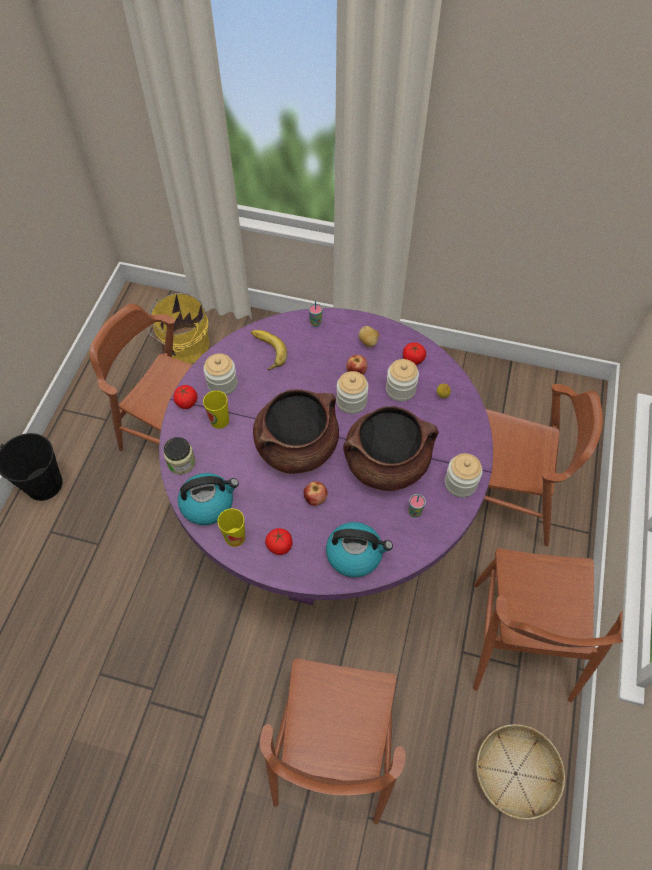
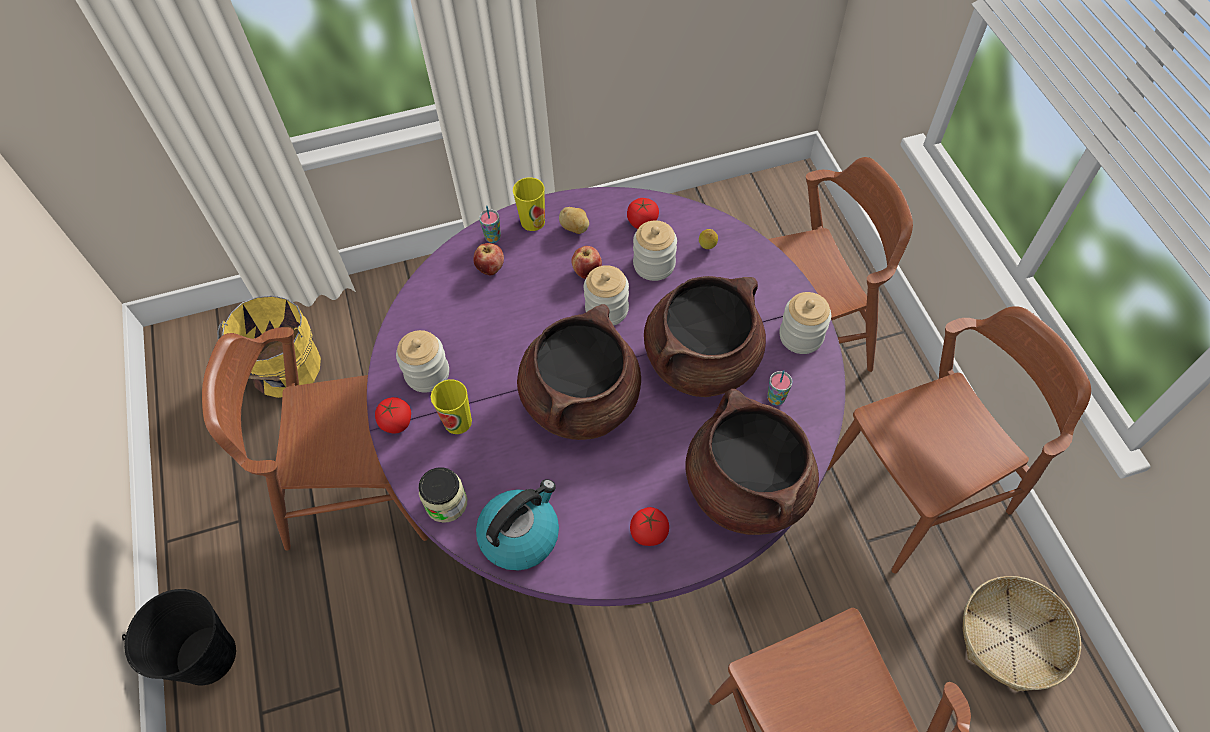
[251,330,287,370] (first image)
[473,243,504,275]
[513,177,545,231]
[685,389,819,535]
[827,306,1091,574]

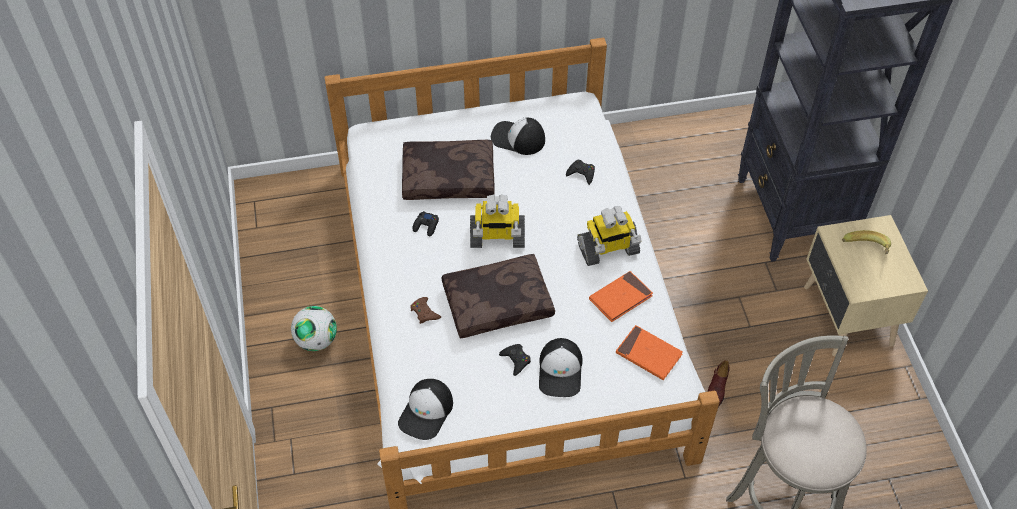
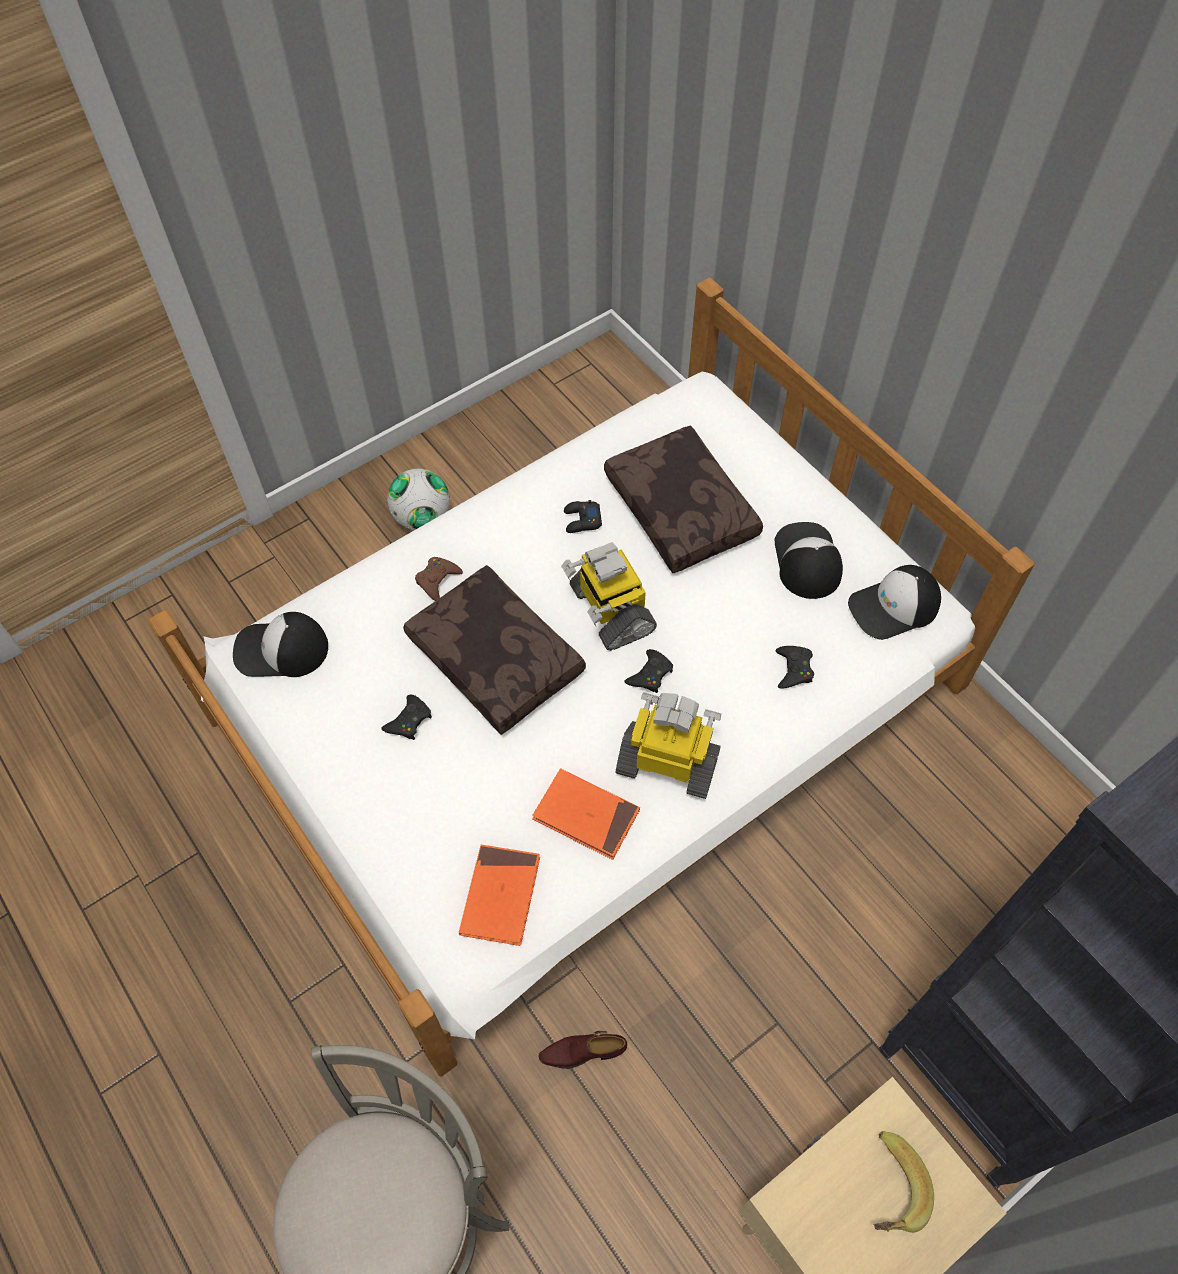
[616,692,722,799]
[848,565,941,640]
[624,649,673,693]

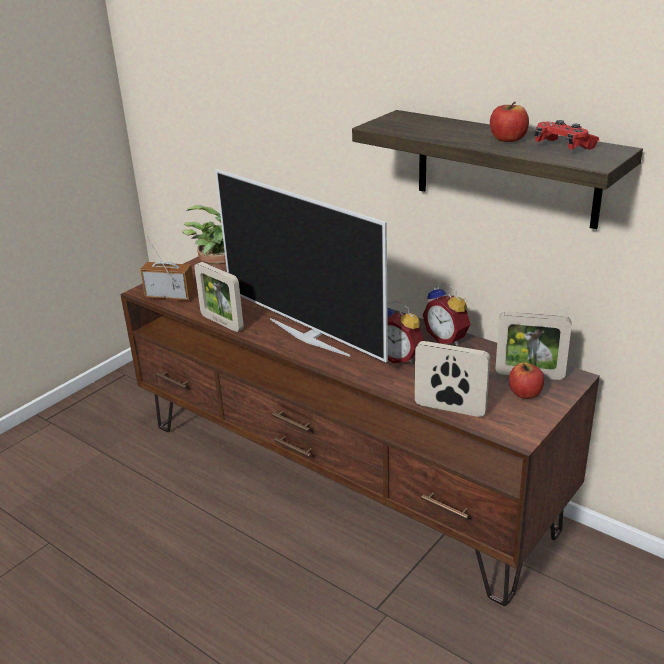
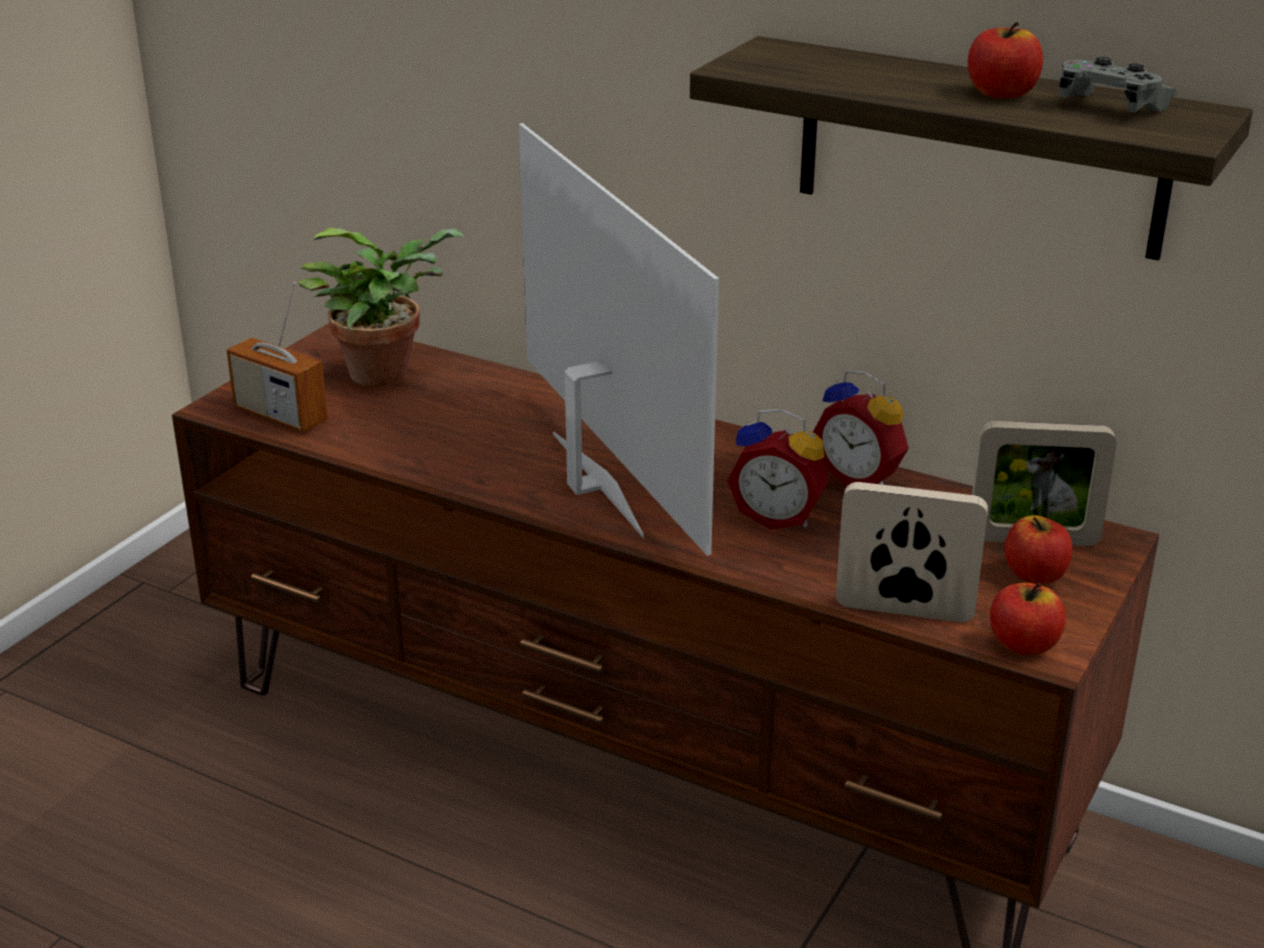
[1059,57,1177,112]
[519,123,719,556]
[227,282,328,433]
[194,262,244,332] (first image)
[990,583,1066,655]

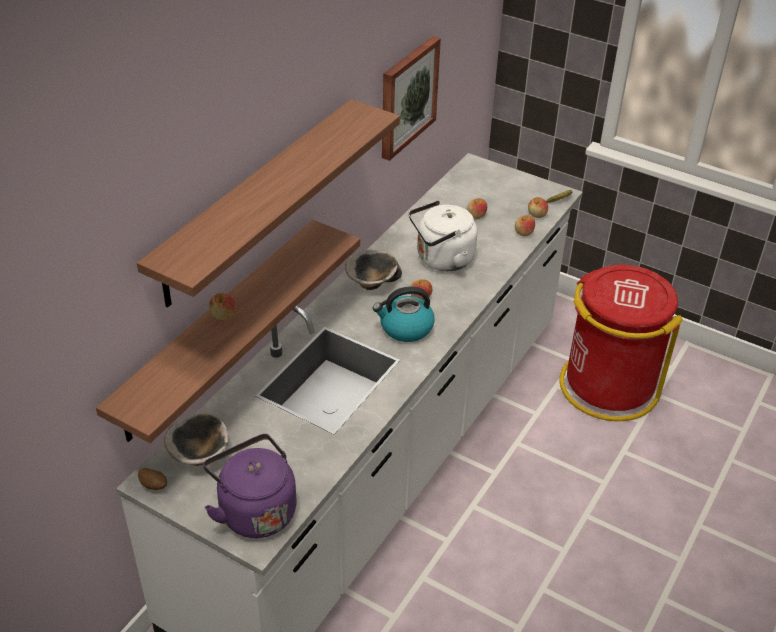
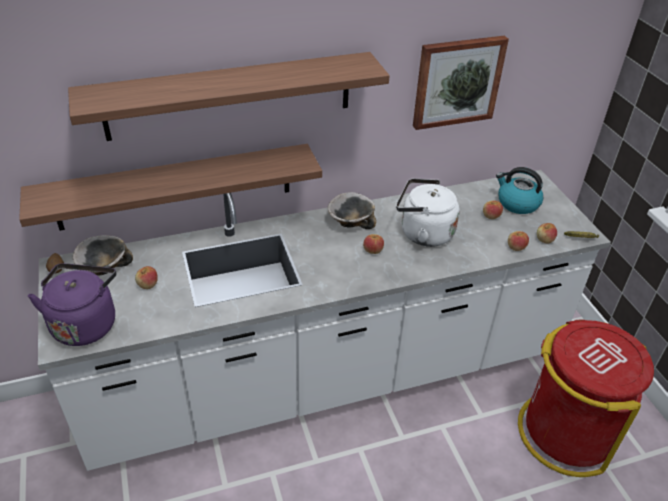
[496,167,543,214]
[135,266,158,289]

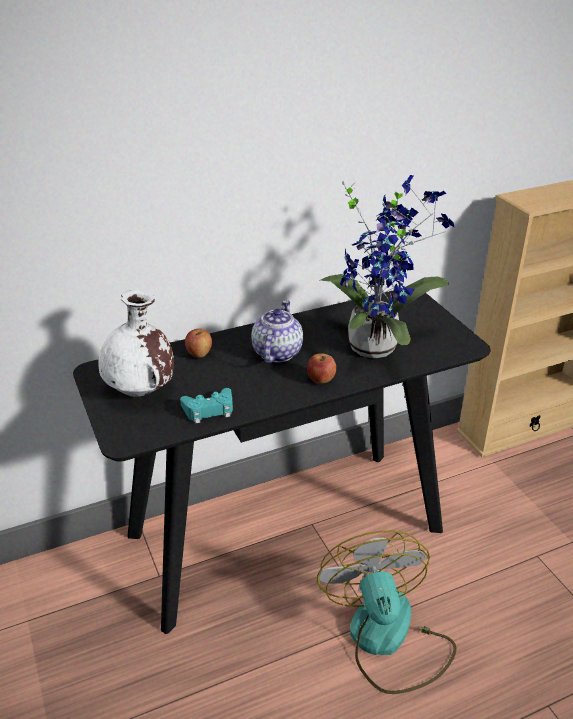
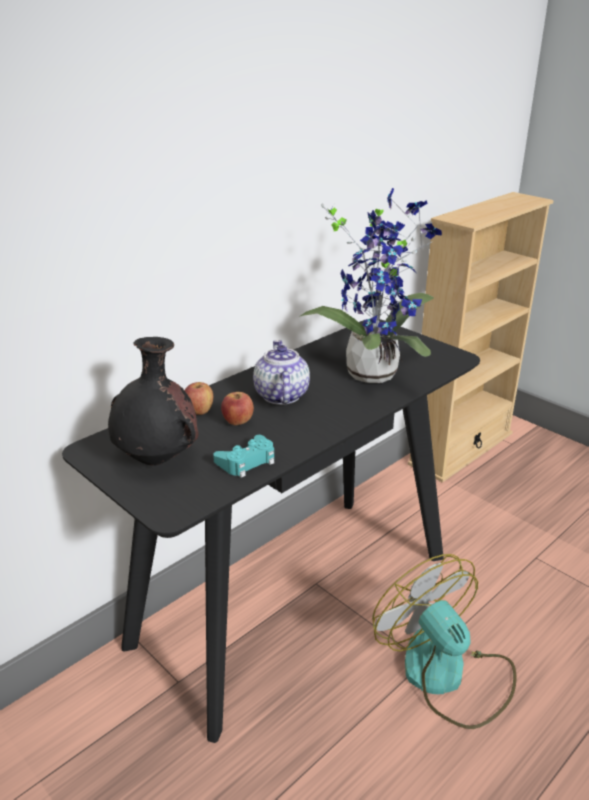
[108,337,199,466]
[221,392,254,425]

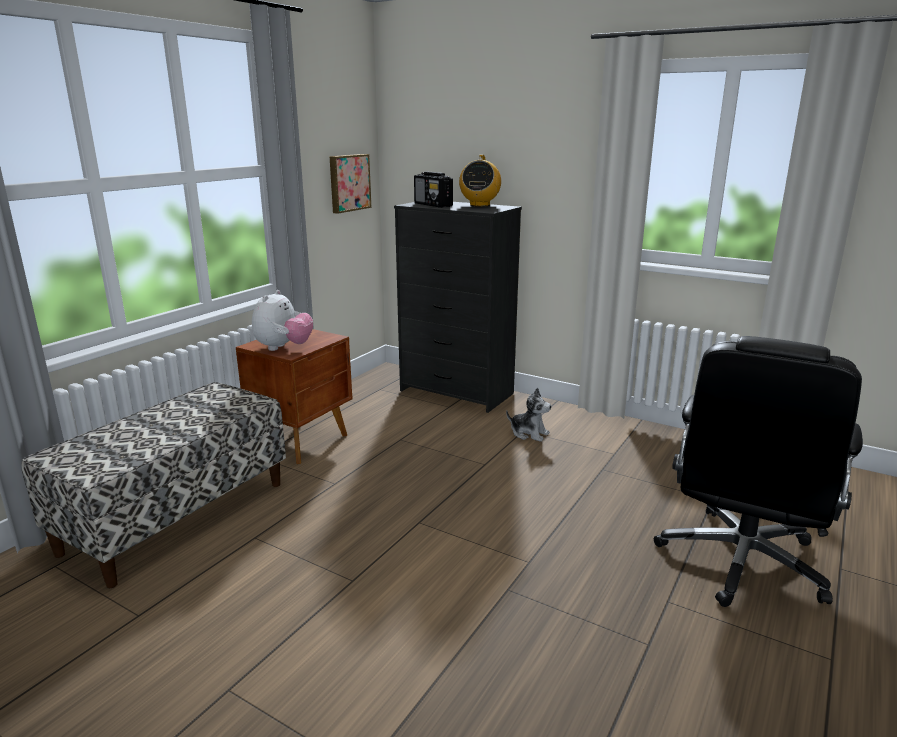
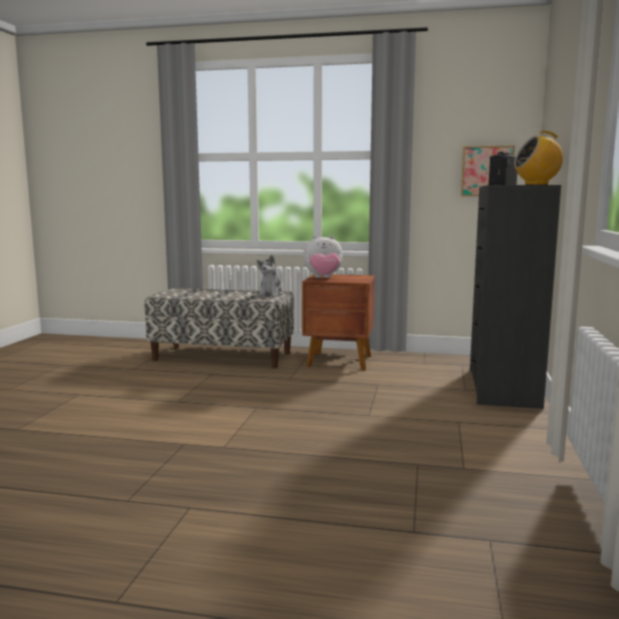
[654,336,863,607] (first image)
[257,255,284,297]

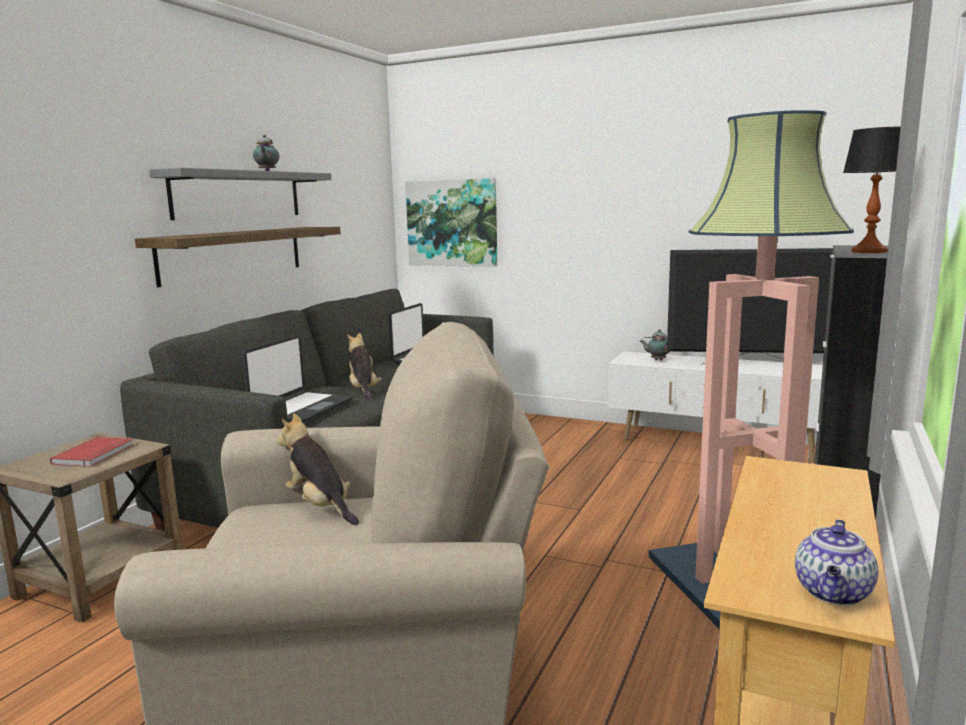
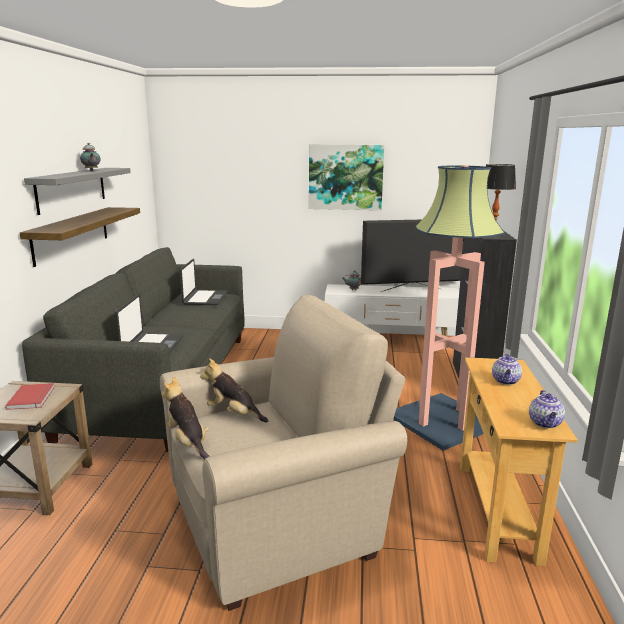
[309,144,384,210]
[162,377,210,459]
[492,354,522,385]

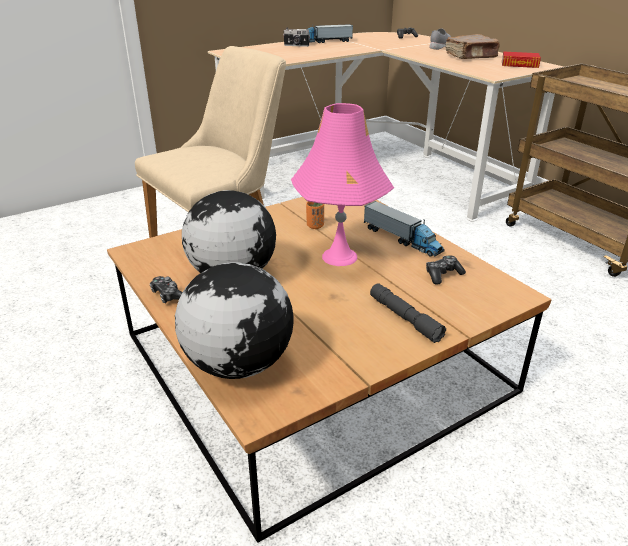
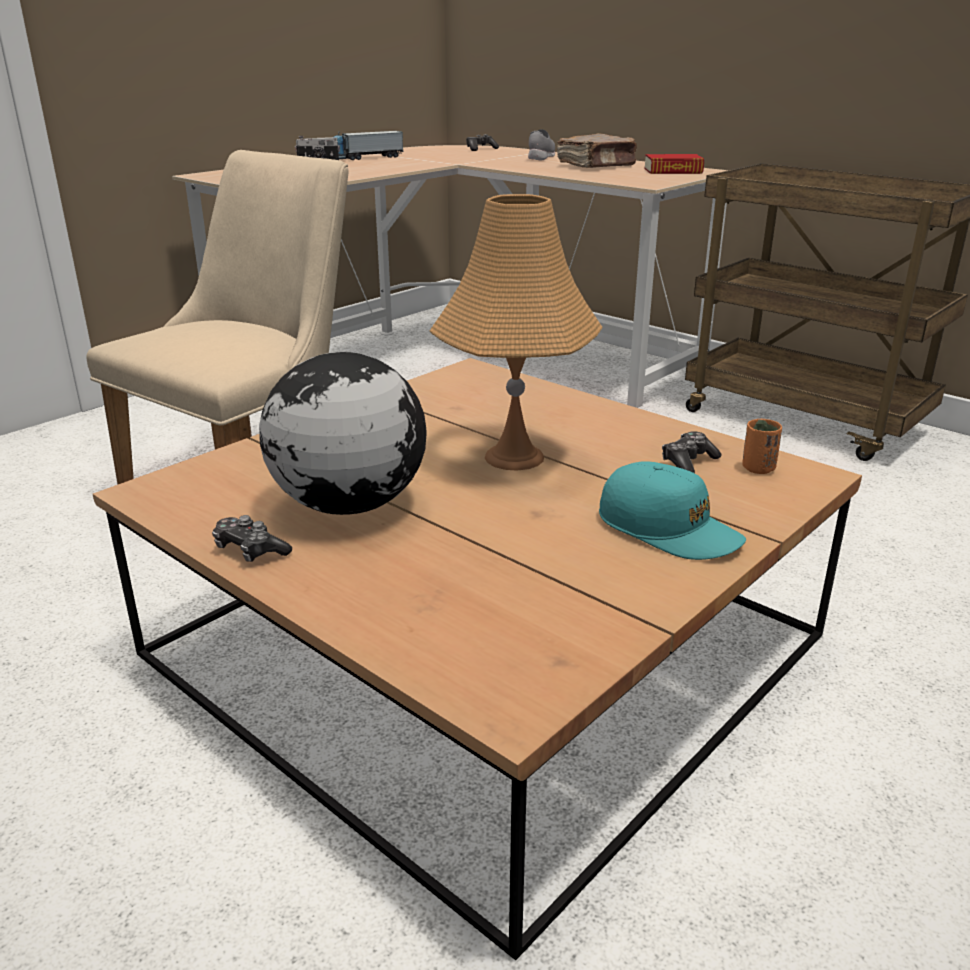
[430,194,603,471]
[364,201,445,257] (first image)
[742,419,782,474]
[175,262,293,379] (first image)
[599,461,746,560]

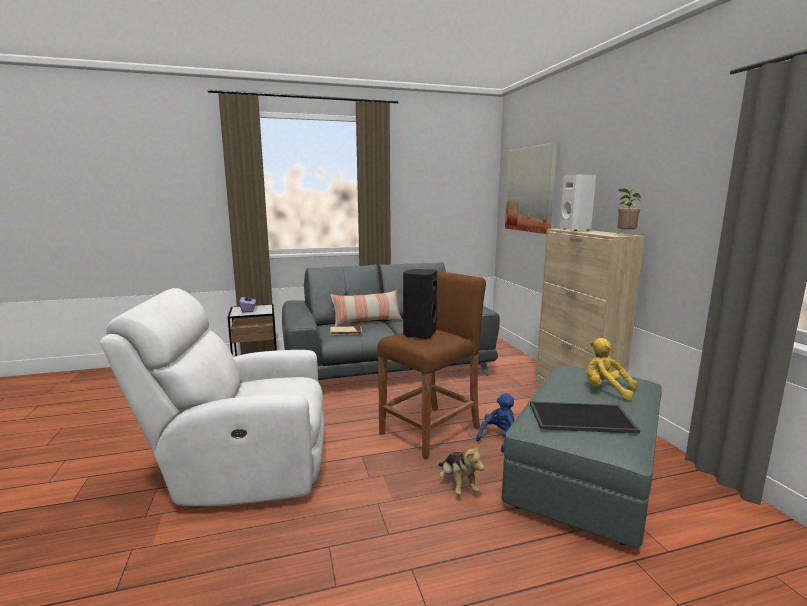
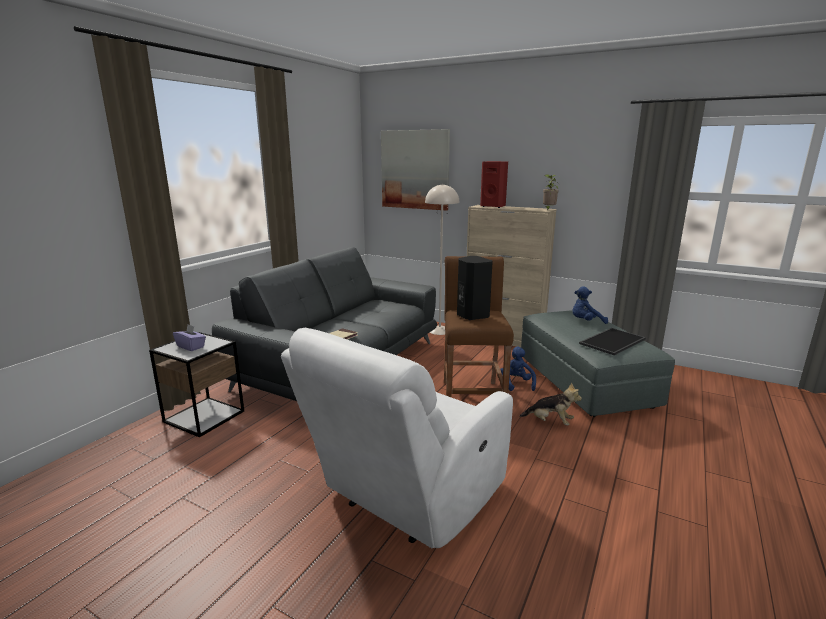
[480,161,508,208]
[330,290,402,327] (first image)
[572,286,608,324]
[425,184,459,335]

